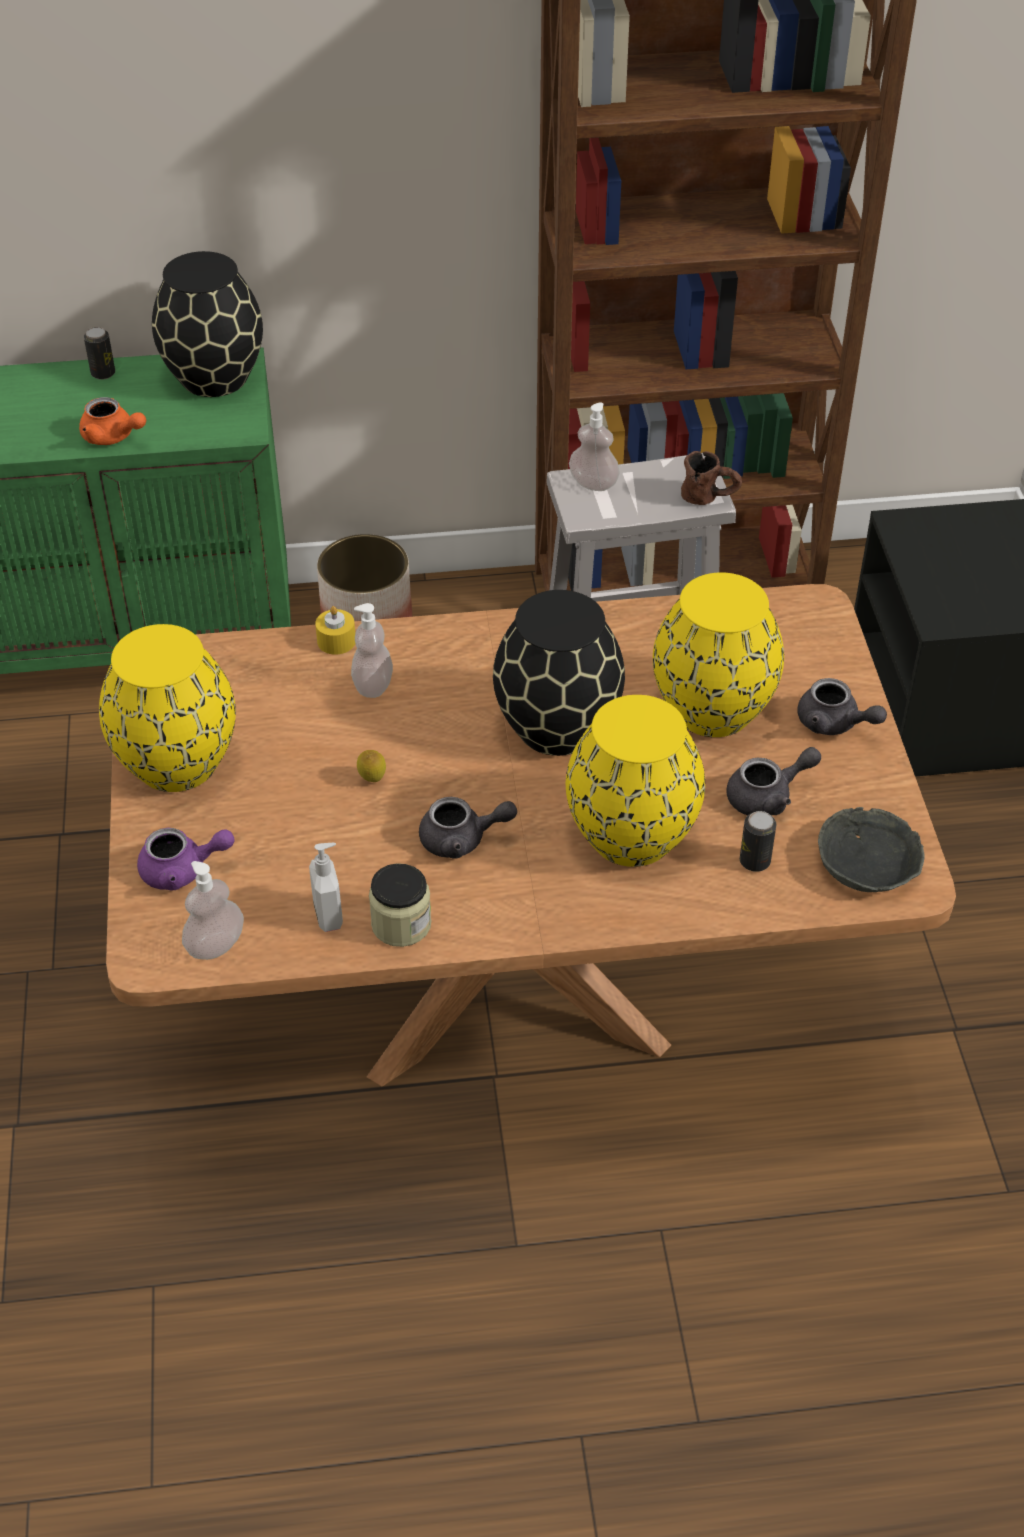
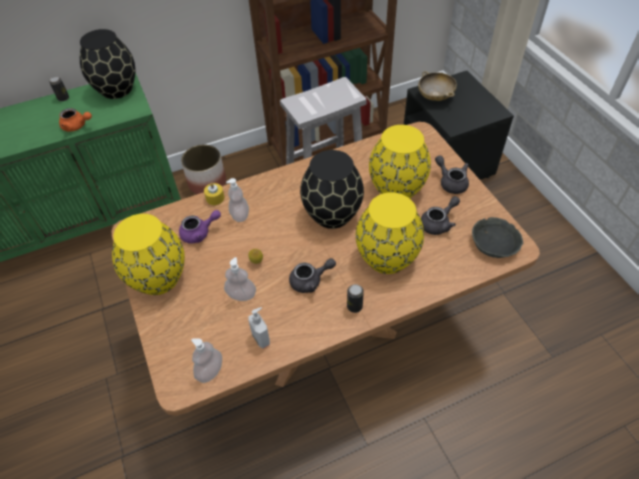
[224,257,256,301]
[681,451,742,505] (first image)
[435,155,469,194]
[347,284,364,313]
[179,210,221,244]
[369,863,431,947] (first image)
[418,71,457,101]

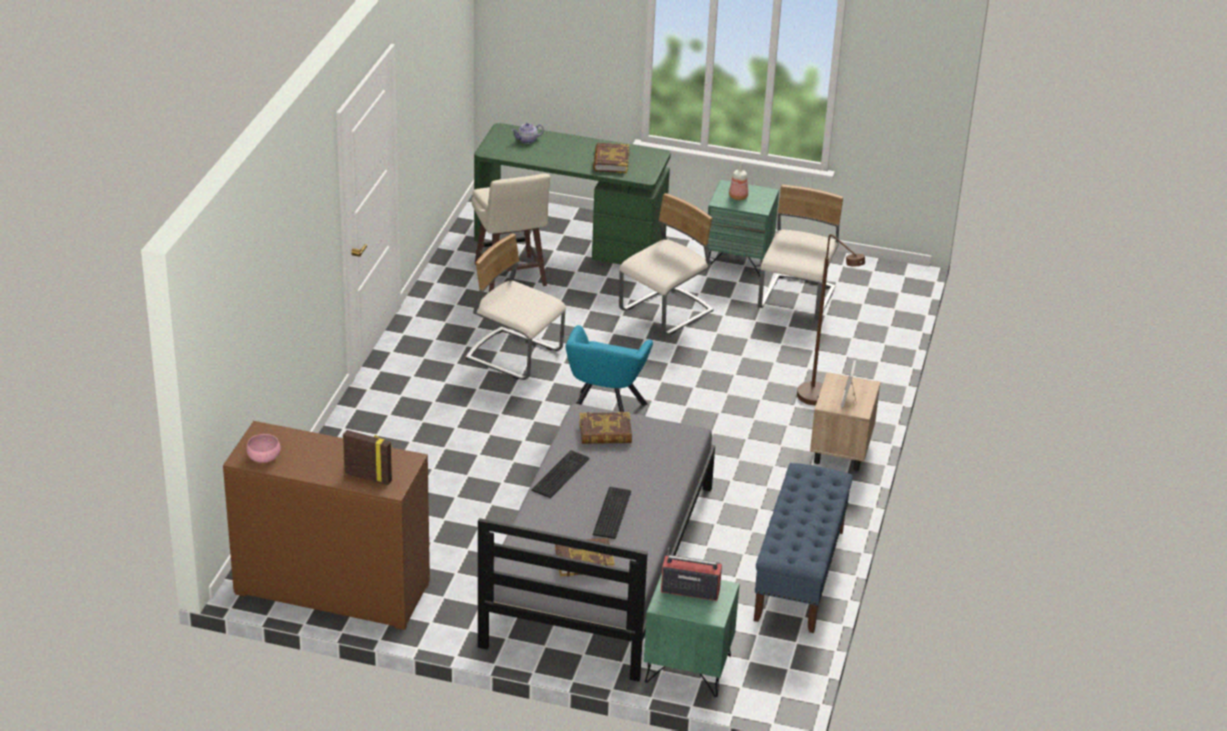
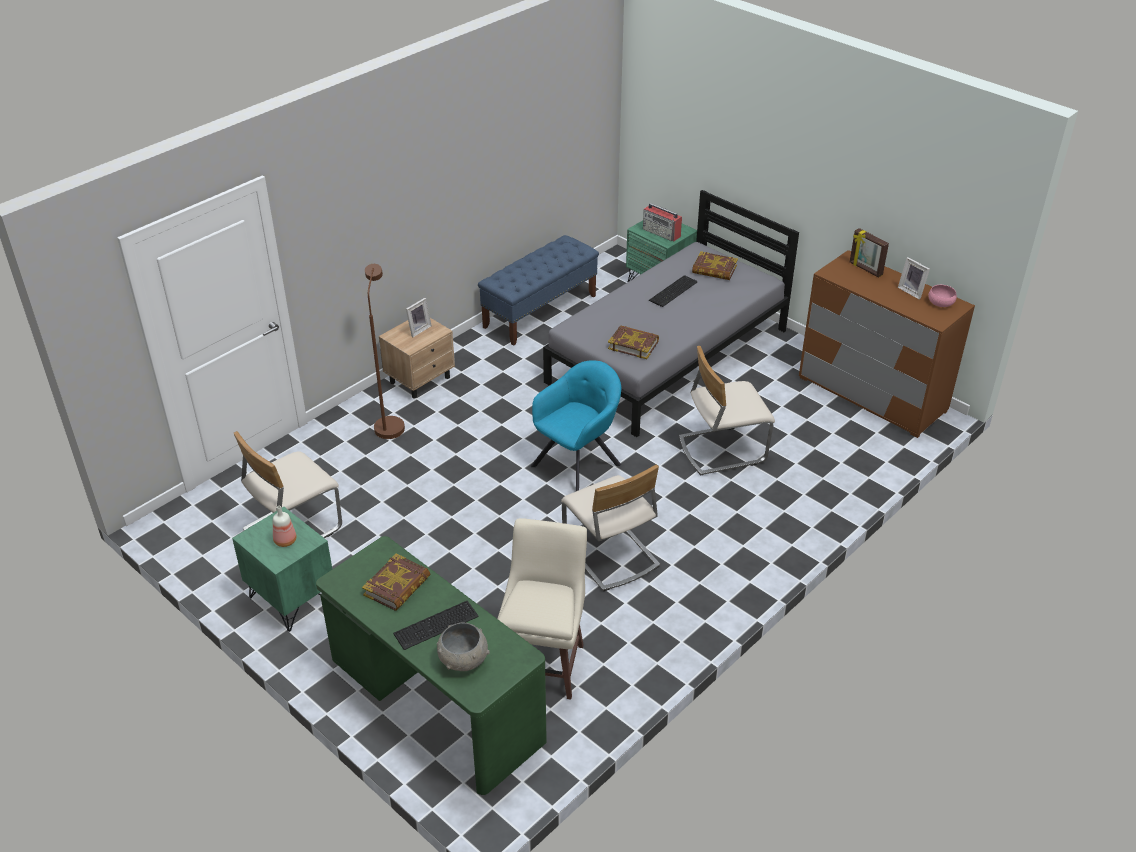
[437,623,490,671]
[679,346,775,475]
[393,601,478,650]
[898,257,930,300]

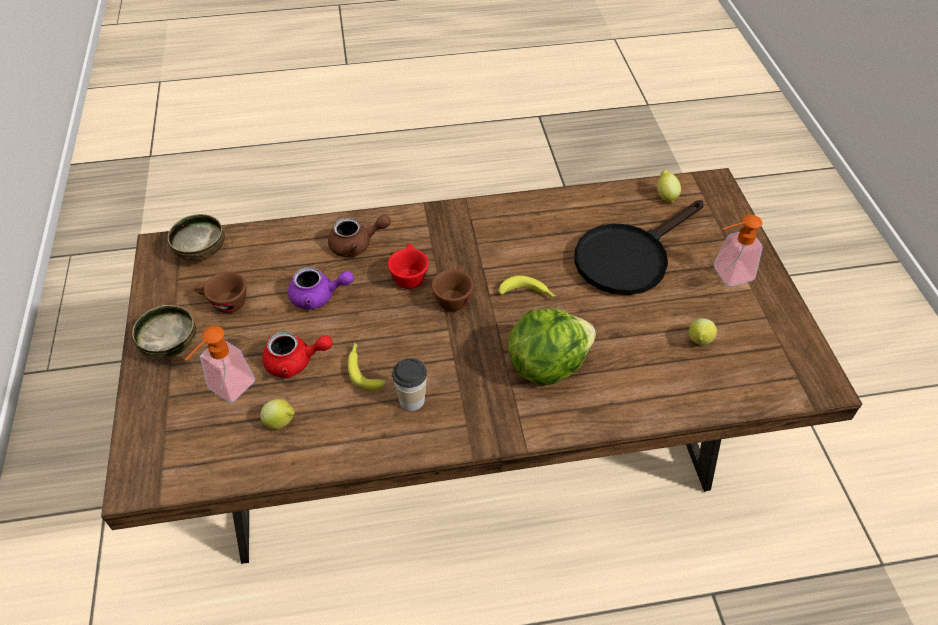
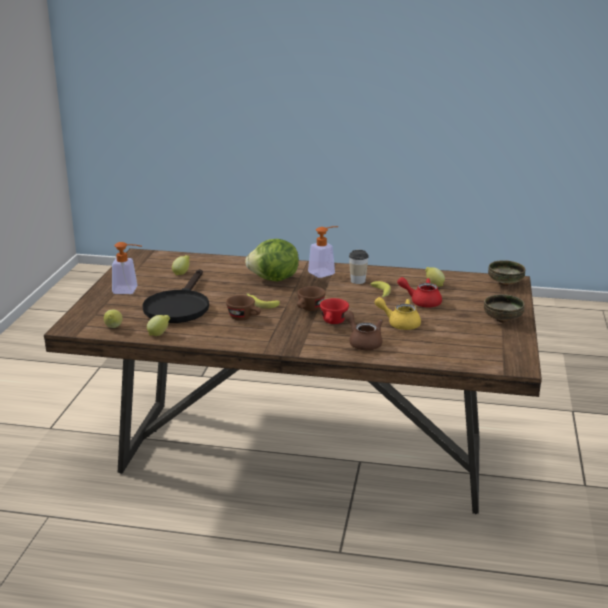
[142,269,209,323]
[488,260,525,286]
[344,311,383,350]
[374,297,421,330]
[226,295,261,321]
[308,226,338,278]
[147,315,170,336]

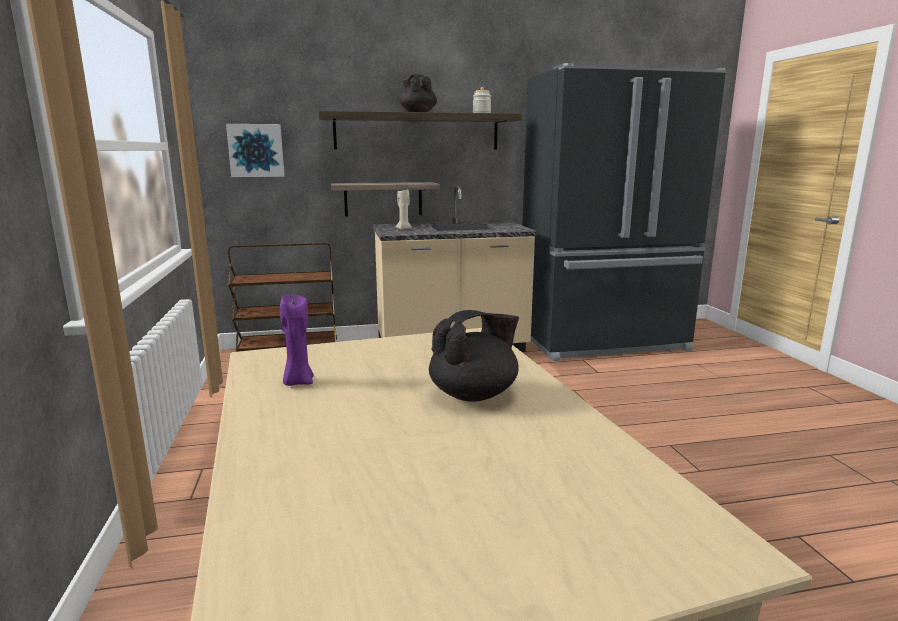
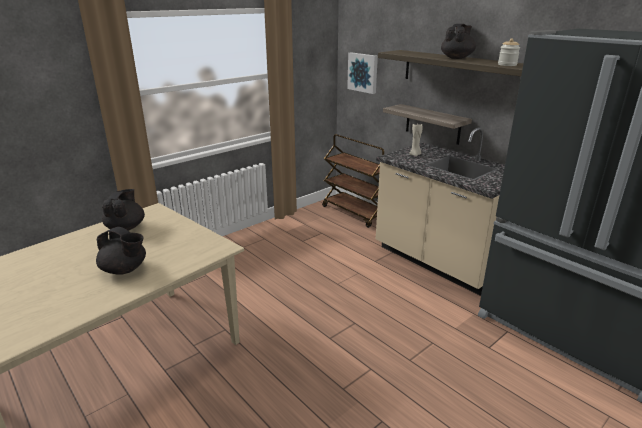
[102,189,145,231]

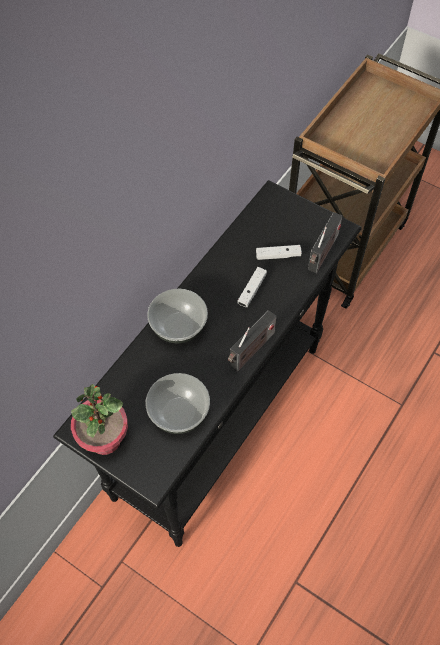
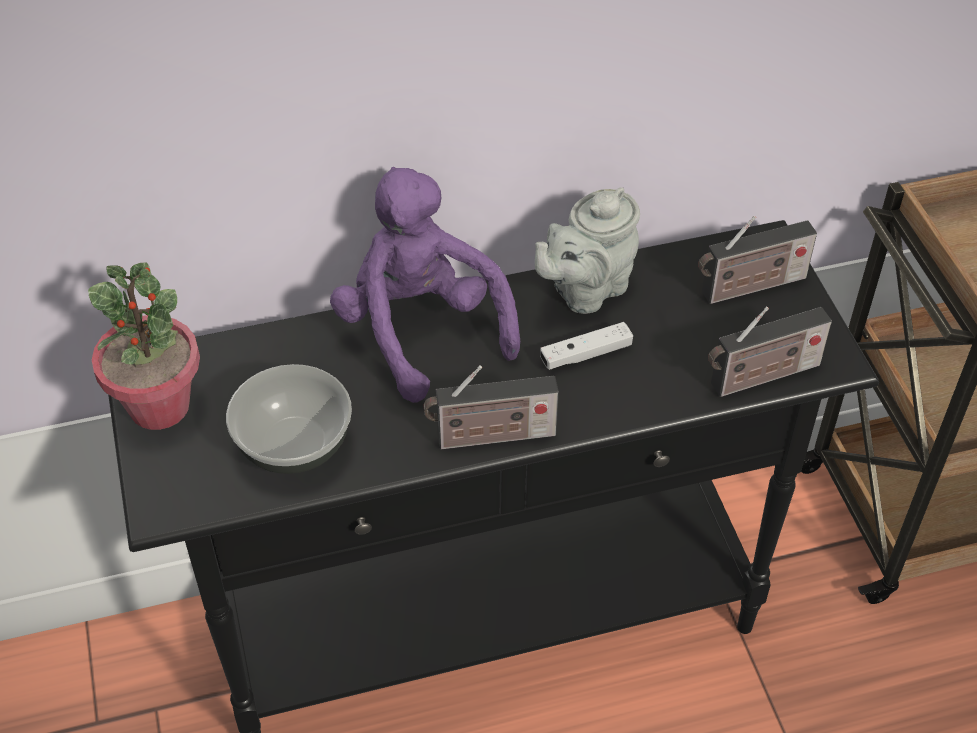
[256,245,302,260] (first image)
[330,167,520,403]
[535,187,640,314]
[698,216,817,304]

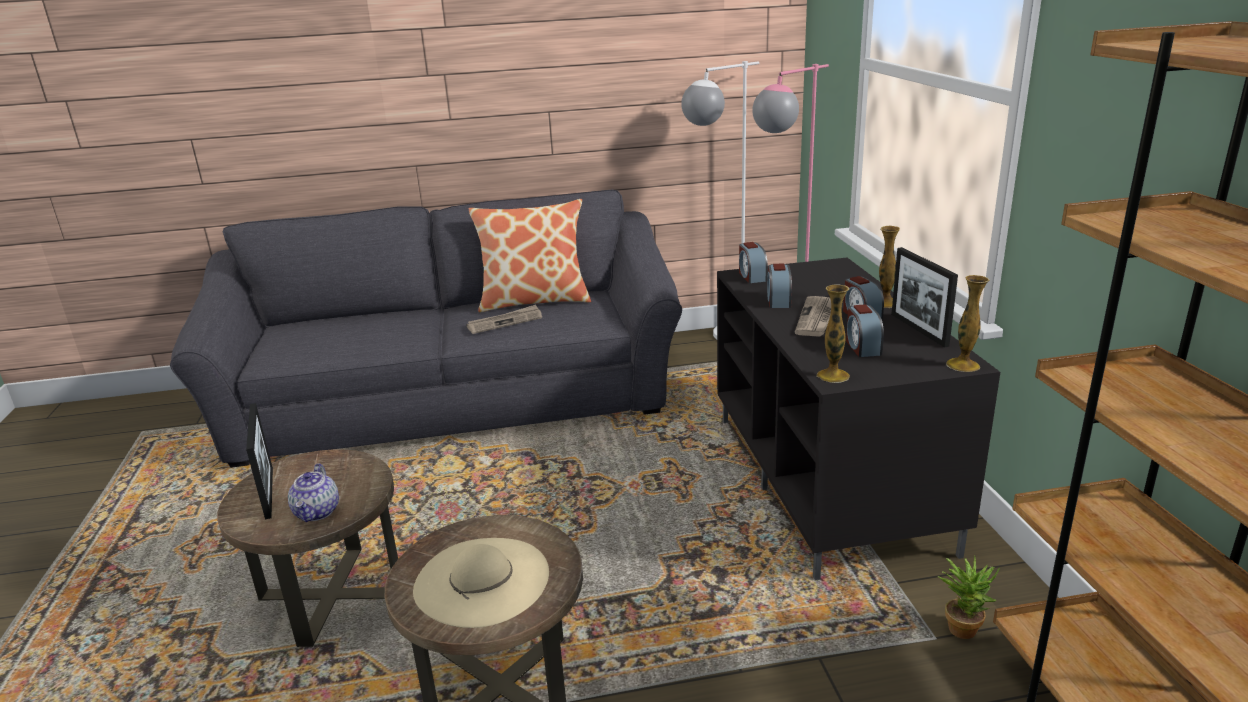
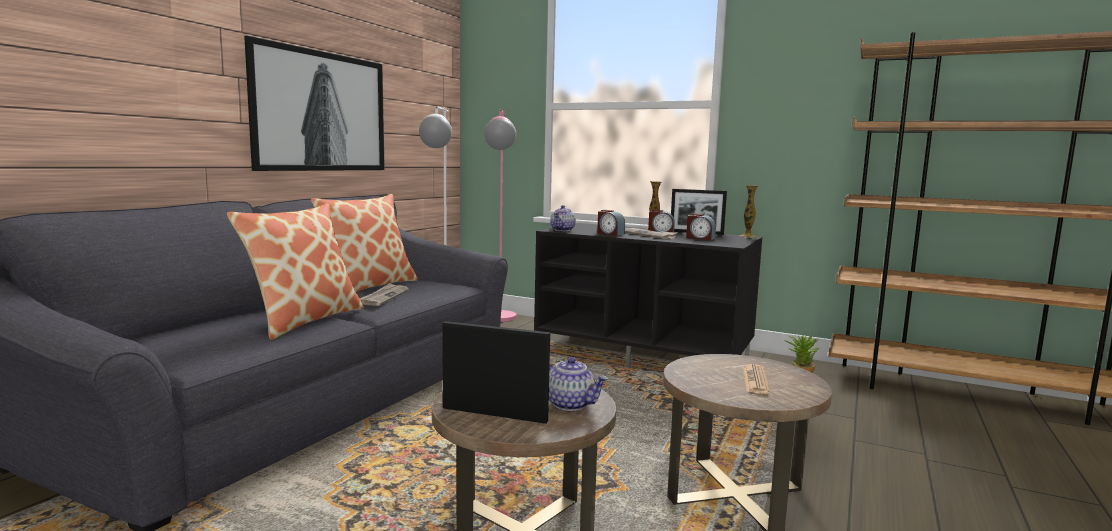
[550,205,576,231]
[817,284,850,383] (first image)
[742,364,770,394]
[244,35,385,171]
[227,203,364,340]

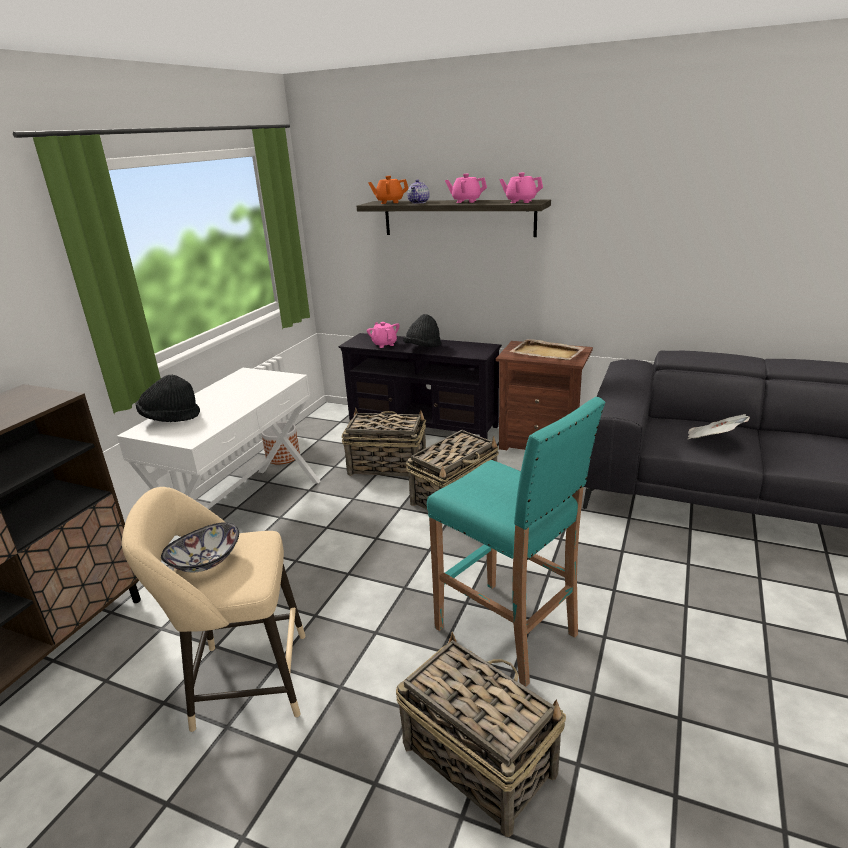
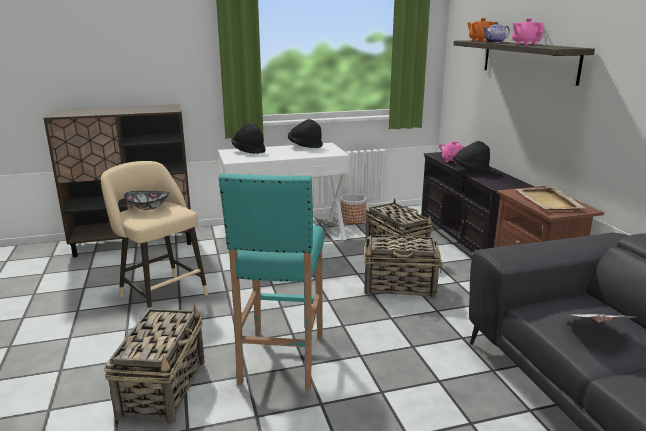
[499,173,543,203] (first image)
[288,119,323,148]

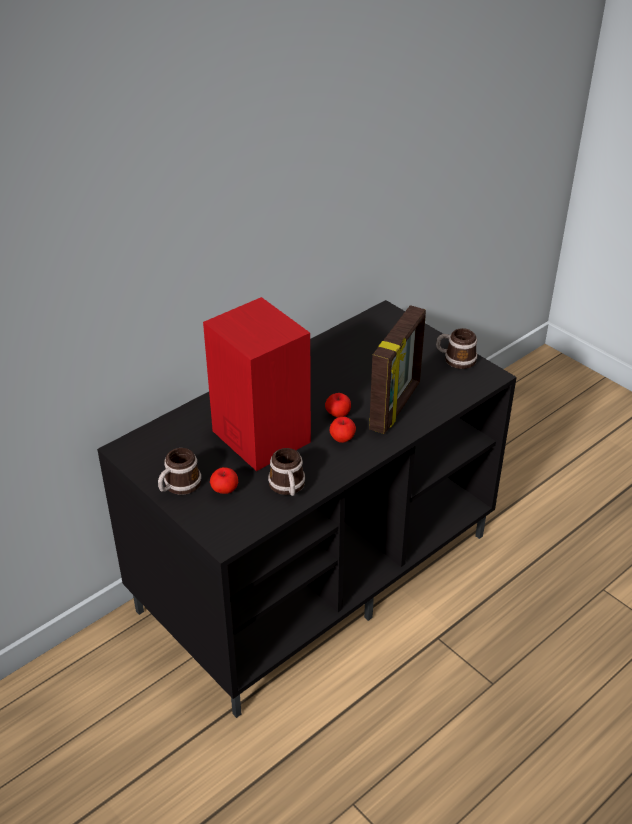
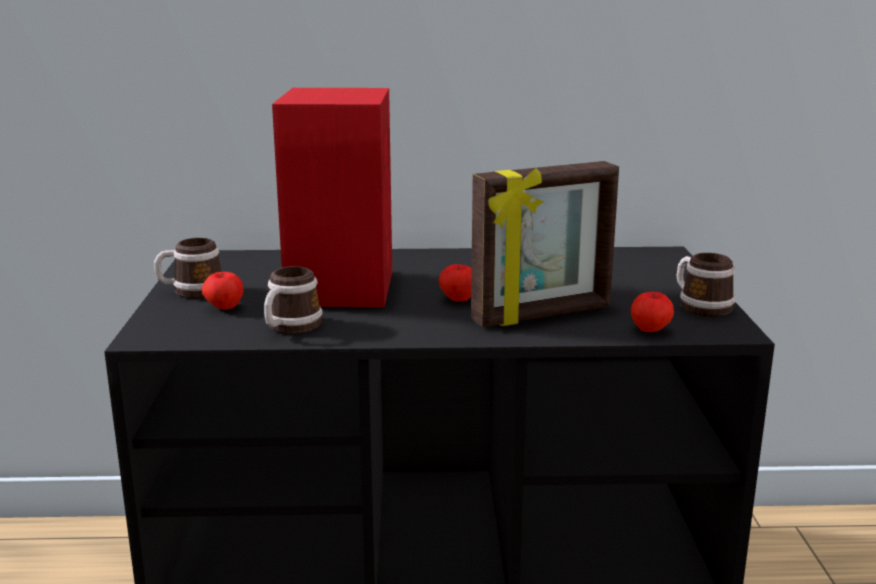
[631,292,674,332]

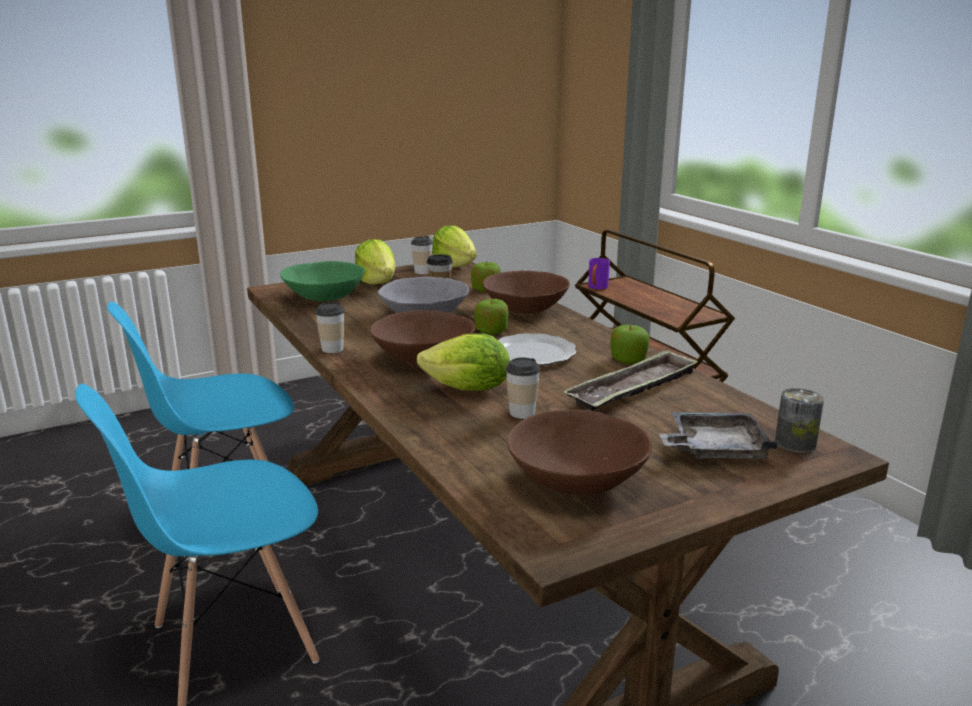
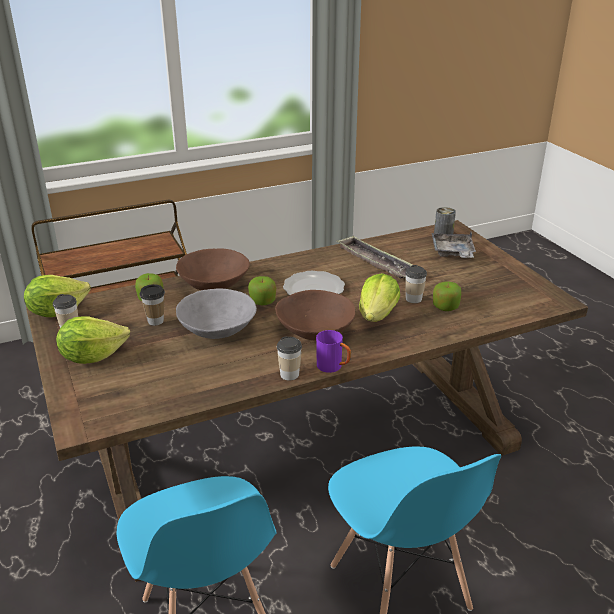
[316,330,351,373]
[280,261,365,301] (first image)
[433,281,461,311]
[507,410,652,495] (first image)

